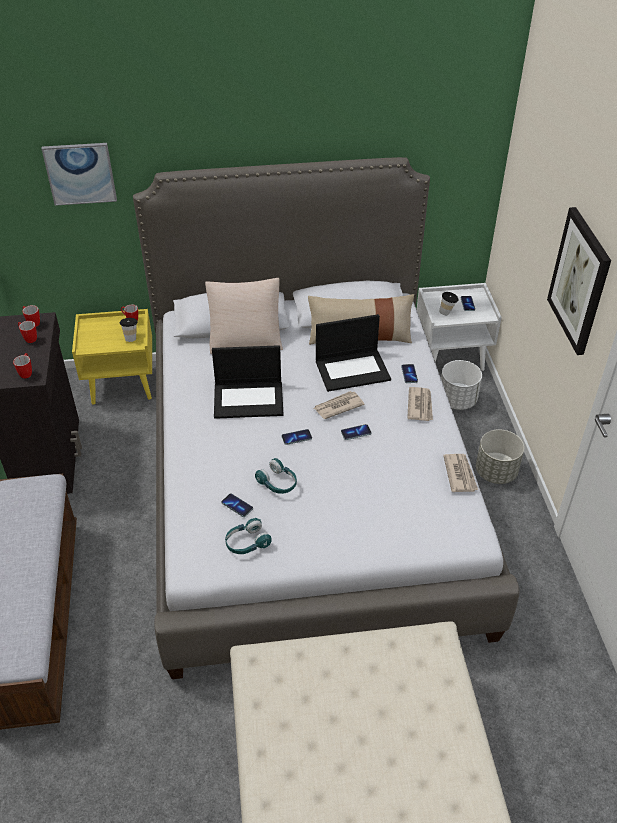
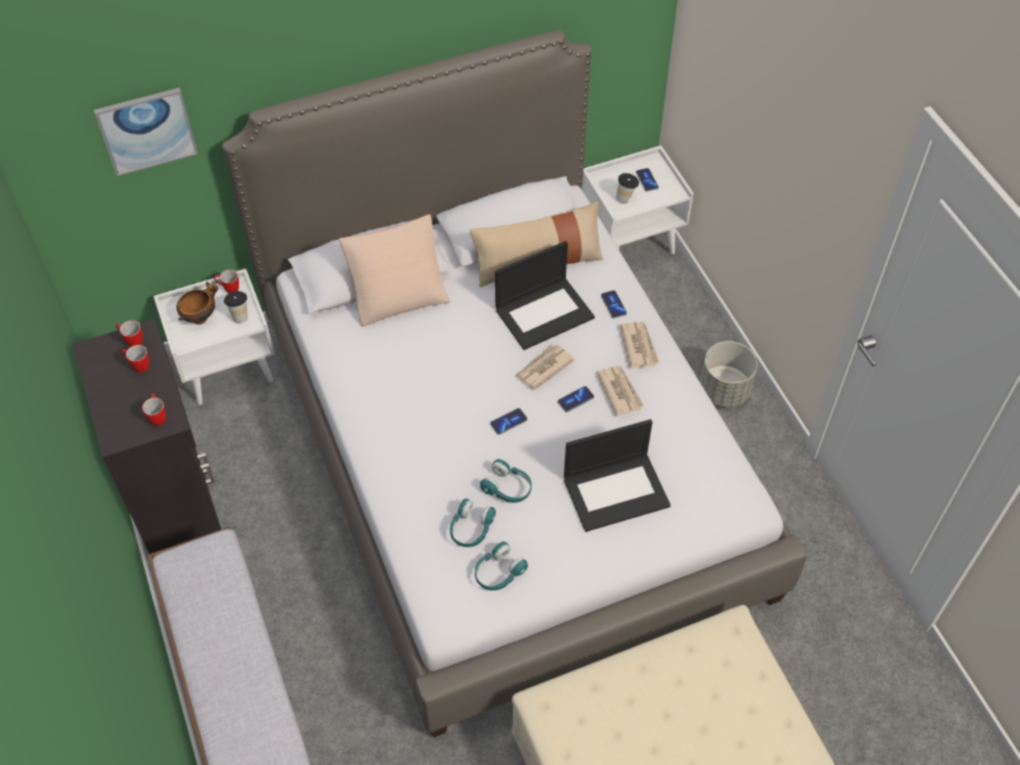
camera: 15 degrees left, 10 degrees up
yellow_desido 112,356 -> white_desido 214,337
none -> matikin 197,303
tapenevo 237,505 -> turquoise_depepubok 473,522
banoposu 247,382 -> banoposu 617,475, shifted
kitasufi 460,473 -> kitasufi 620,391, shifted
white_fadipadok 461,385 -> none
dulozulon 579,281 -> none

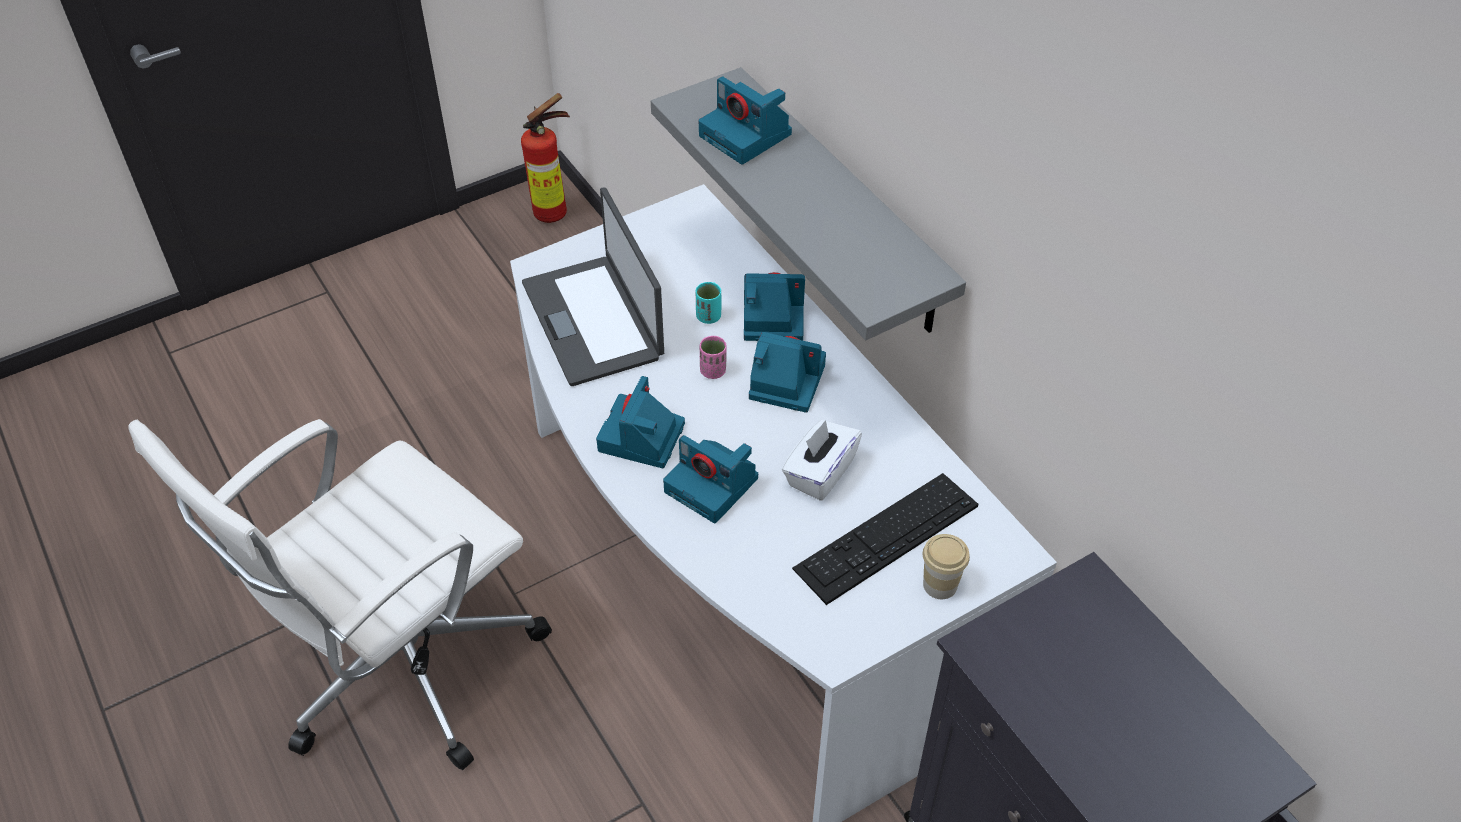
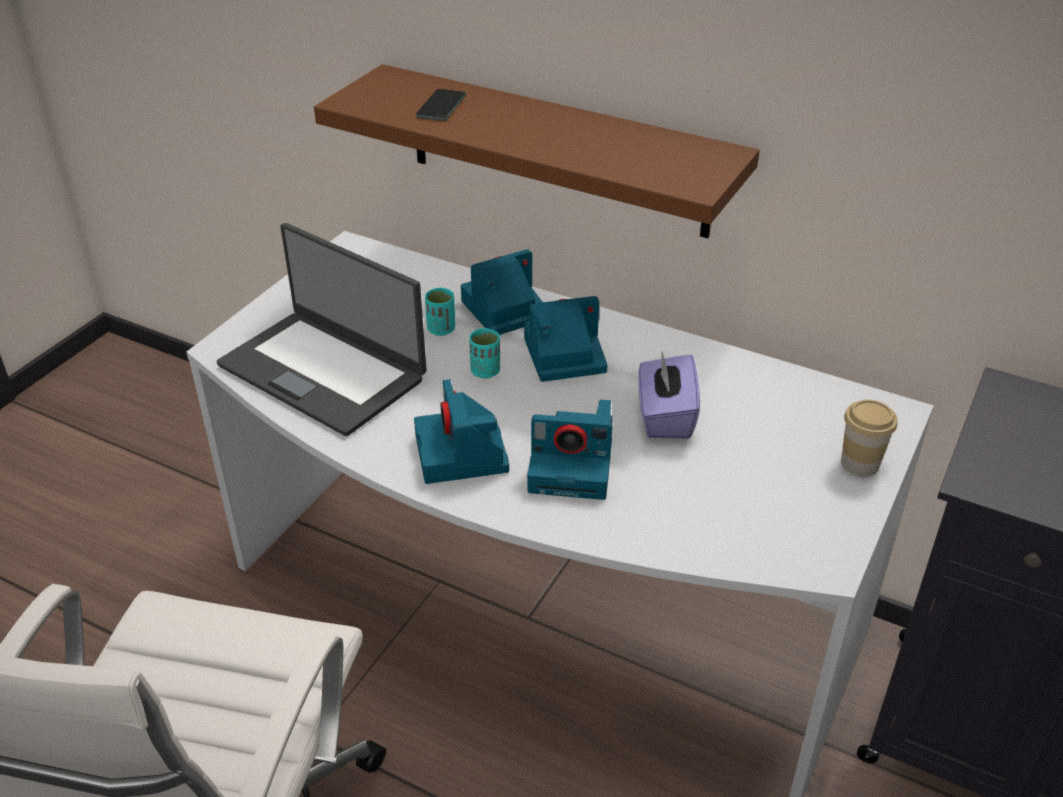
camera: 30 degrees left, 10 degrees down
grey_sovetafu 808,203 -> brown_sovetafu 537,151
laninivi 745,120 -> tapenevo 441,105
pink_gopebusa 713,357 -> turquoise_gopebusa 484,353
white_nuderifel 822,460 -> purple_nuderifel 669,395
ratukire 545,158 -> none
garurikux 885,539 -> none

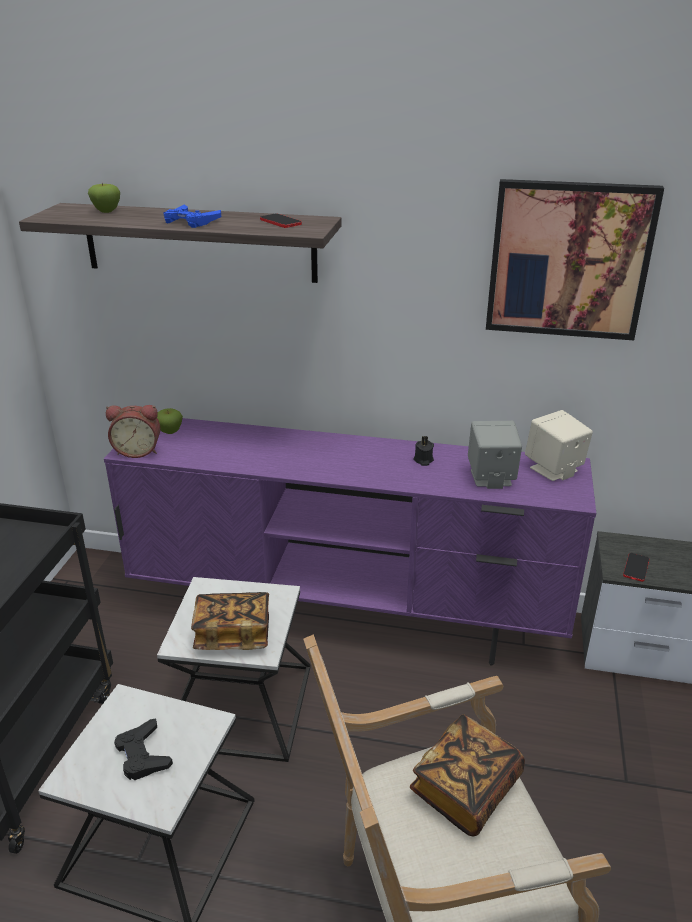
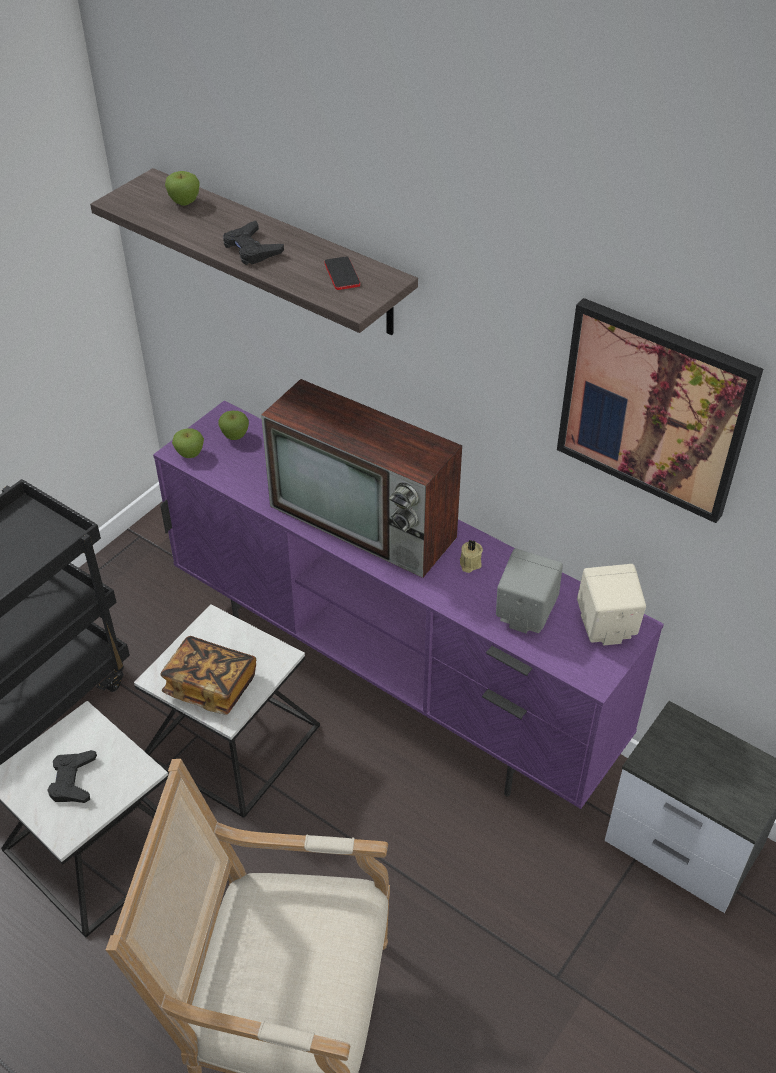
camera: 25 degrees right, 15 degrees up
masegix 133,431 -> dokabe 188,443
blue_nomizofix 192,216 -> black_nomizofix 253,243
none -> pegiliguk 361,478
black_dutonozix 423,451 -> beige_dutonozix 471,556
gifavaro 467,775 -> none
tapenevo 636,567 -> none

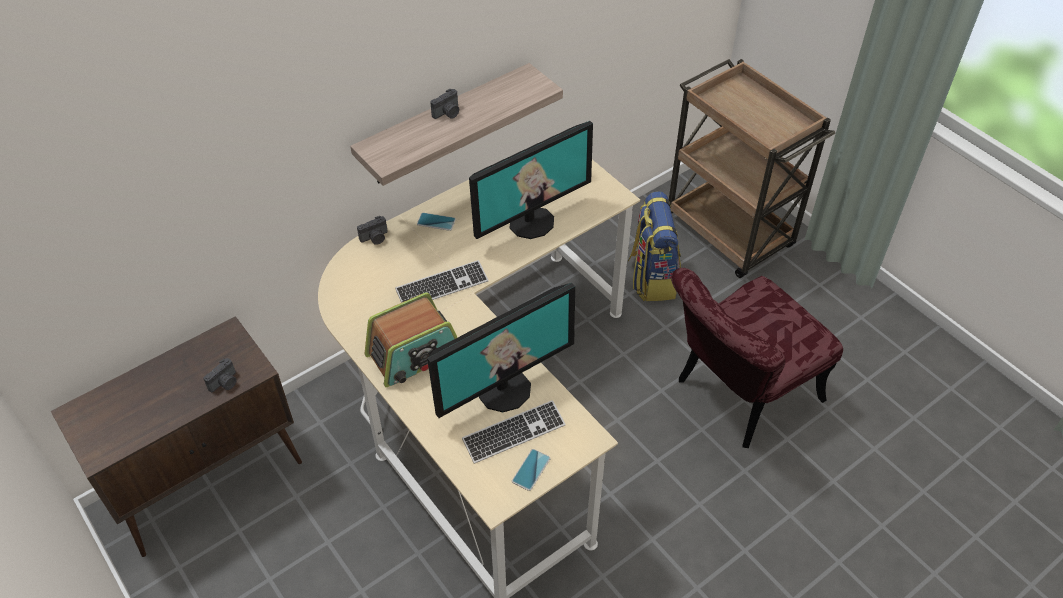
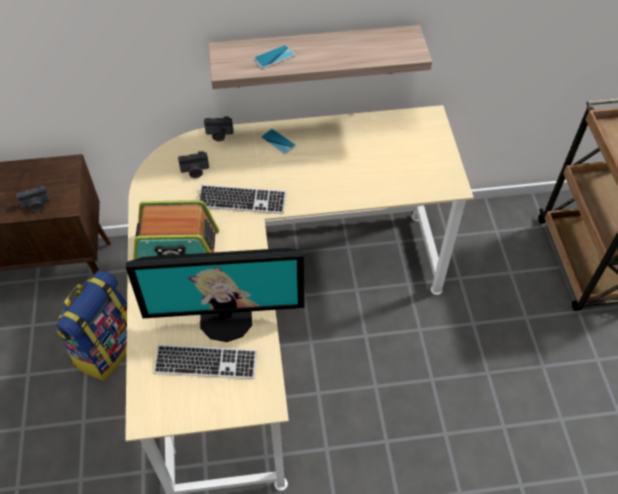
camera: 30 degrees right, 5 degrees up
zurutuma 654,246 -> zurutuma 91,325, shifted
laninivi 444,103 -> laninivi 193,164, shifted
tapenevo 531,470 -> tapenevo 274,57, shifted
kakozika 531,180 -> none
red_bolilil 757,358 -> none

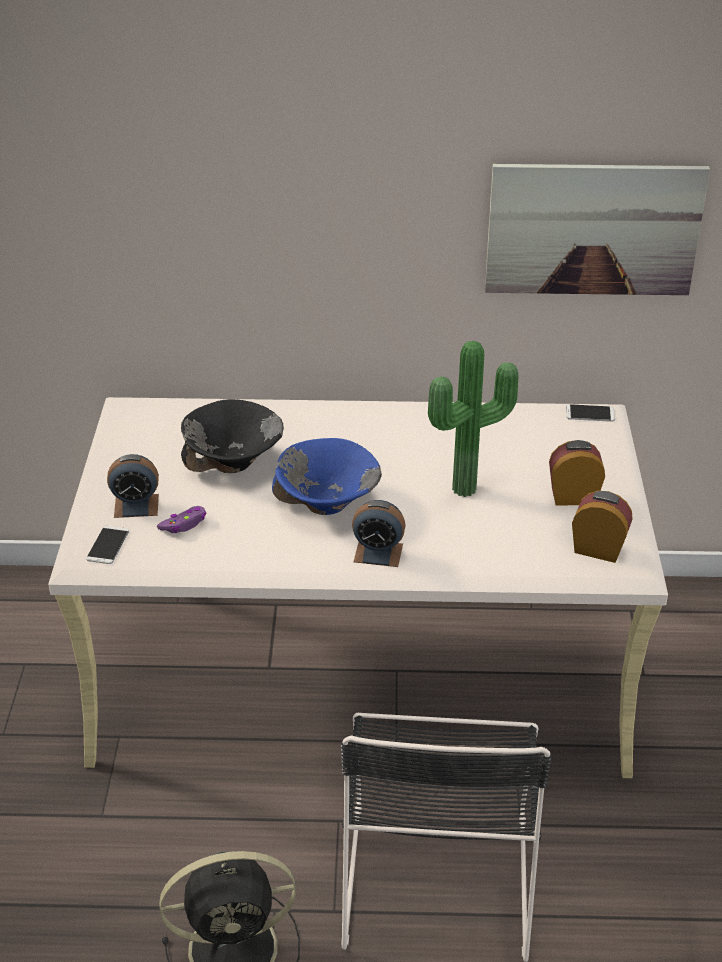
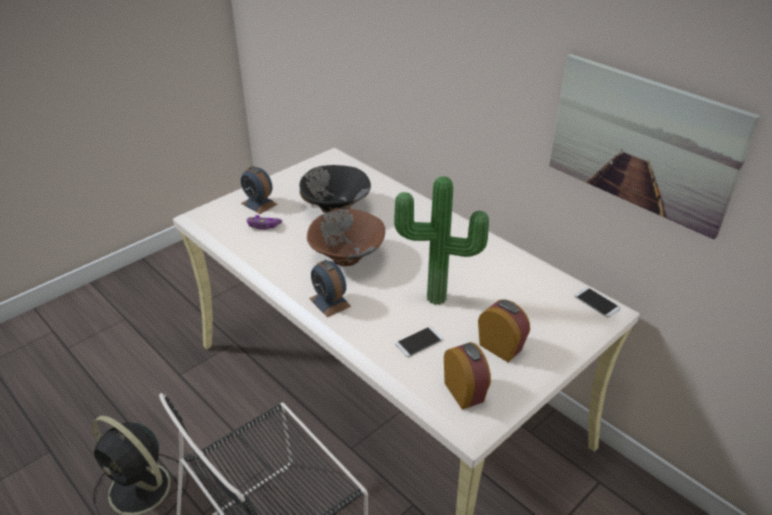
camera: 45 degrees right, 0 degrees up
blue_matikin 327,476 -> brown_matikin 346,237
tapenevo 107,545 -> tapenevo 419,342, shifted

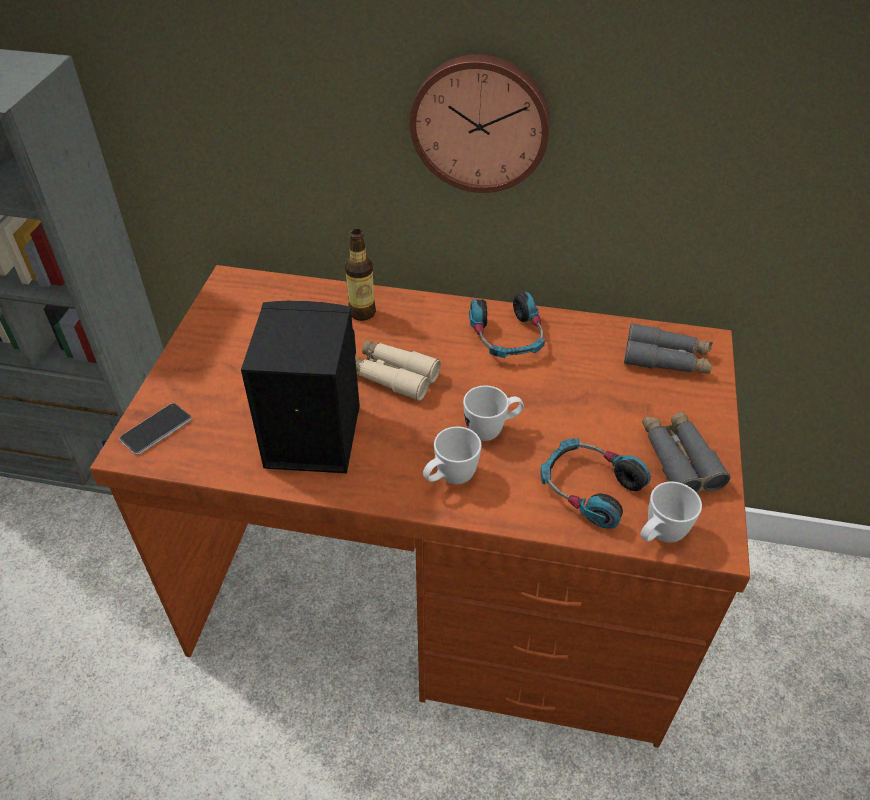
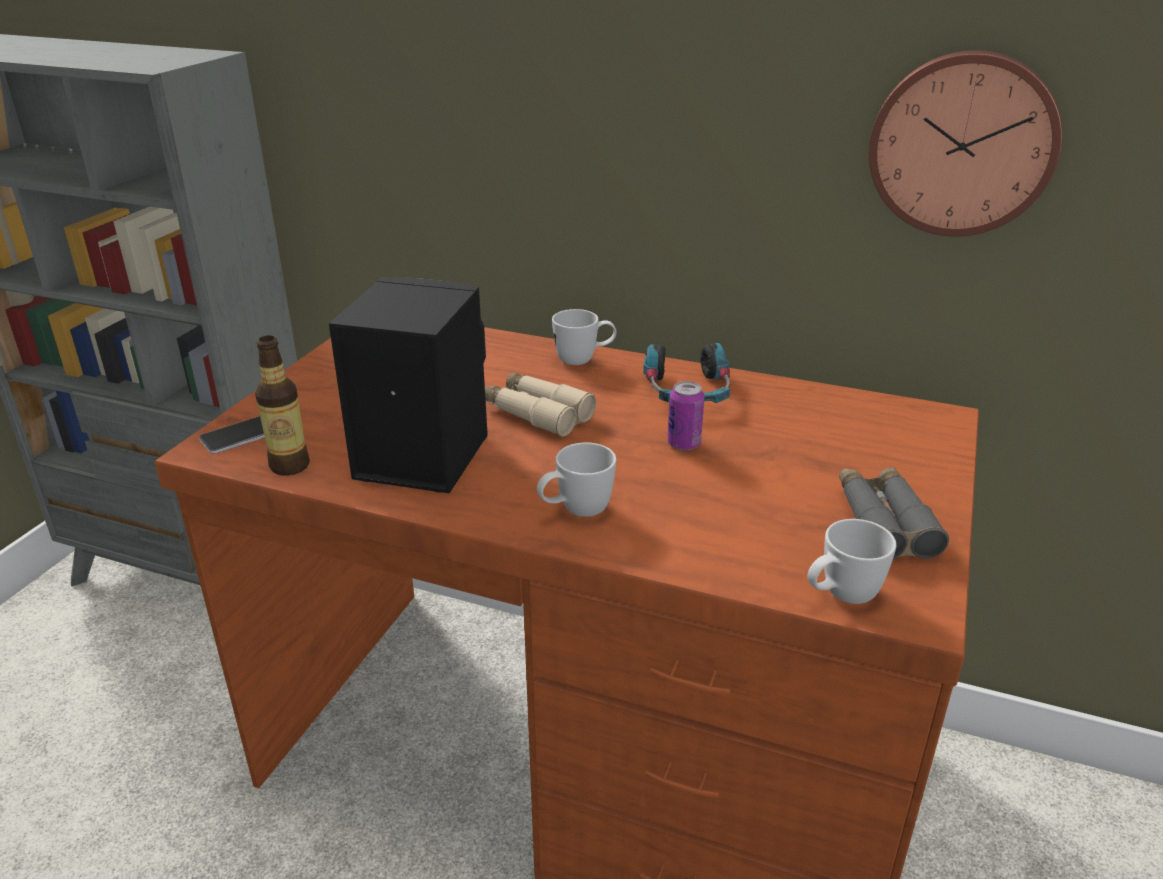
camera: 10 degrees right, 15 degrees down
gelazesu 360,275 -> gelazesu 282,405, shifted
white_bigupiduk 493,413 -> white_bigupiduk 584,337, shifted
none -> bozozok 685,415
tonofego 480,123 -> tonofego 965,143, shifted
depepubok 596,483 -> none
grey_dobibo 668,348 -> none

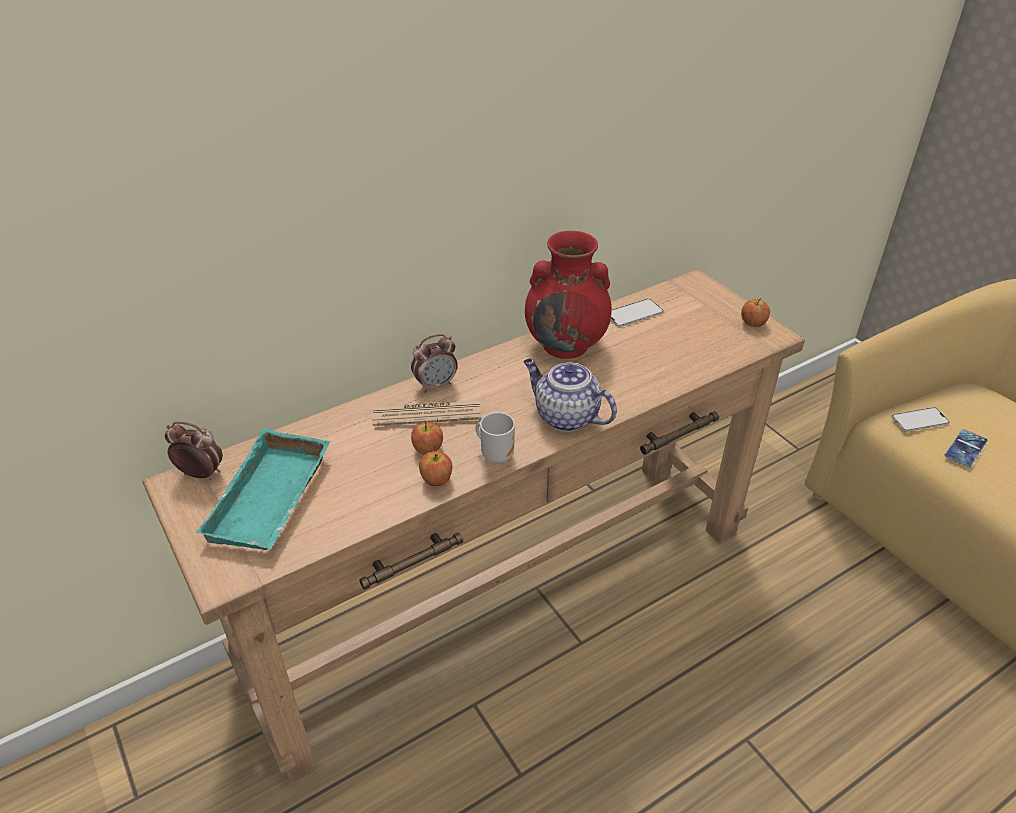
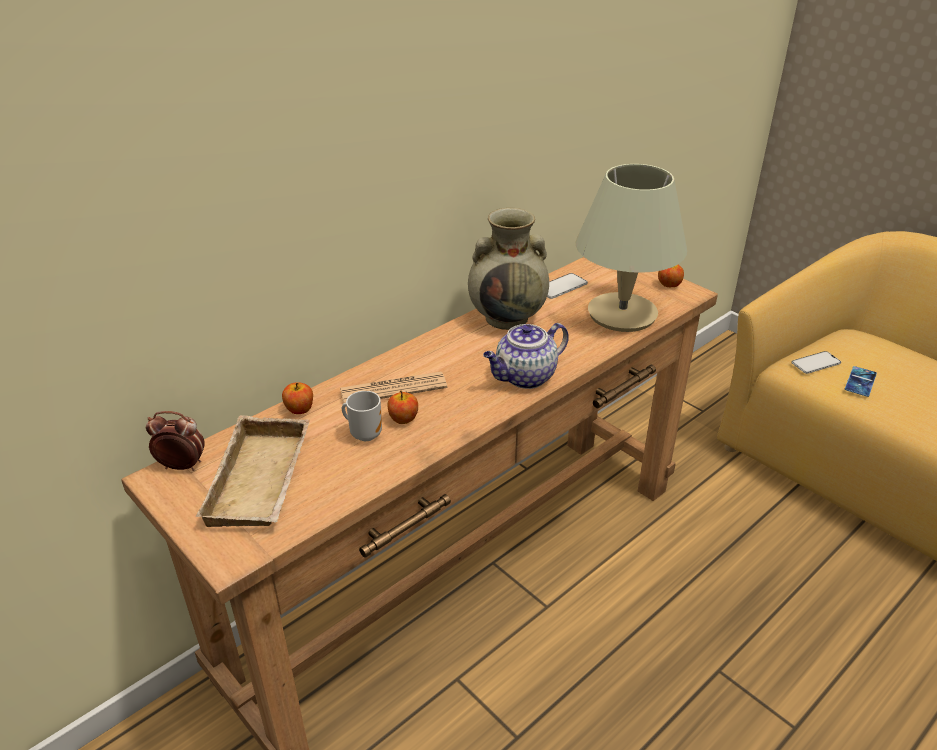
camera: 10 degrees left, 5 degrees down
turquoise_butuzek 263,489 -> beige_butuzek 253,471
dokabe 435,468 -> dokabe 297,398, shifted
bigupiduk 495,437 -> bigupiduk 362,416, shifted
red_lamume 568,295 -> beige_lamume 508,269
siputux 570,395 -> siputux 526,356, 60 degrees counterclockwise
none -> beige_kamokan 631,248
masegix 434,363 -> none

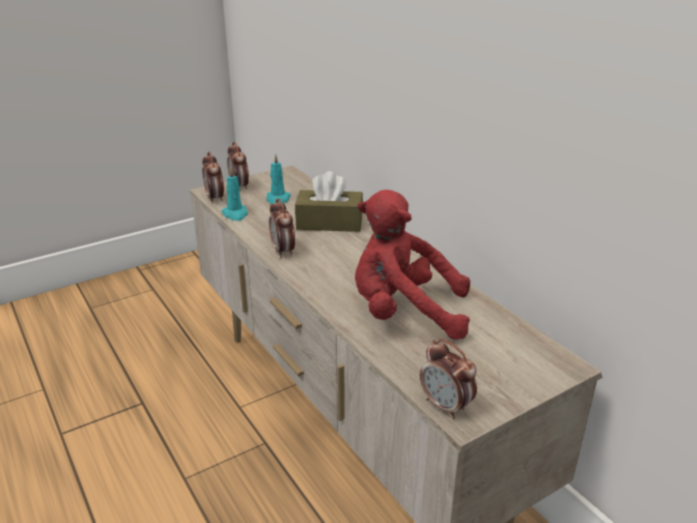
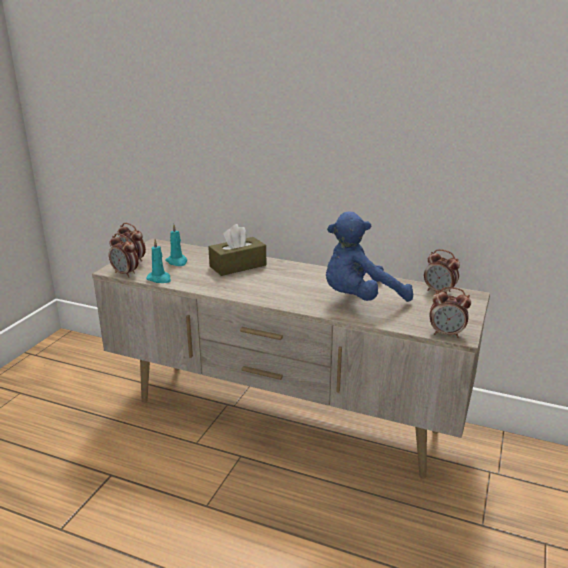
camera: 35 degrees left, 5 degrees down
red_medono 412,265 -> blue_medono 369,256
masegix 282,228 -> masegix 442,272, shifted

